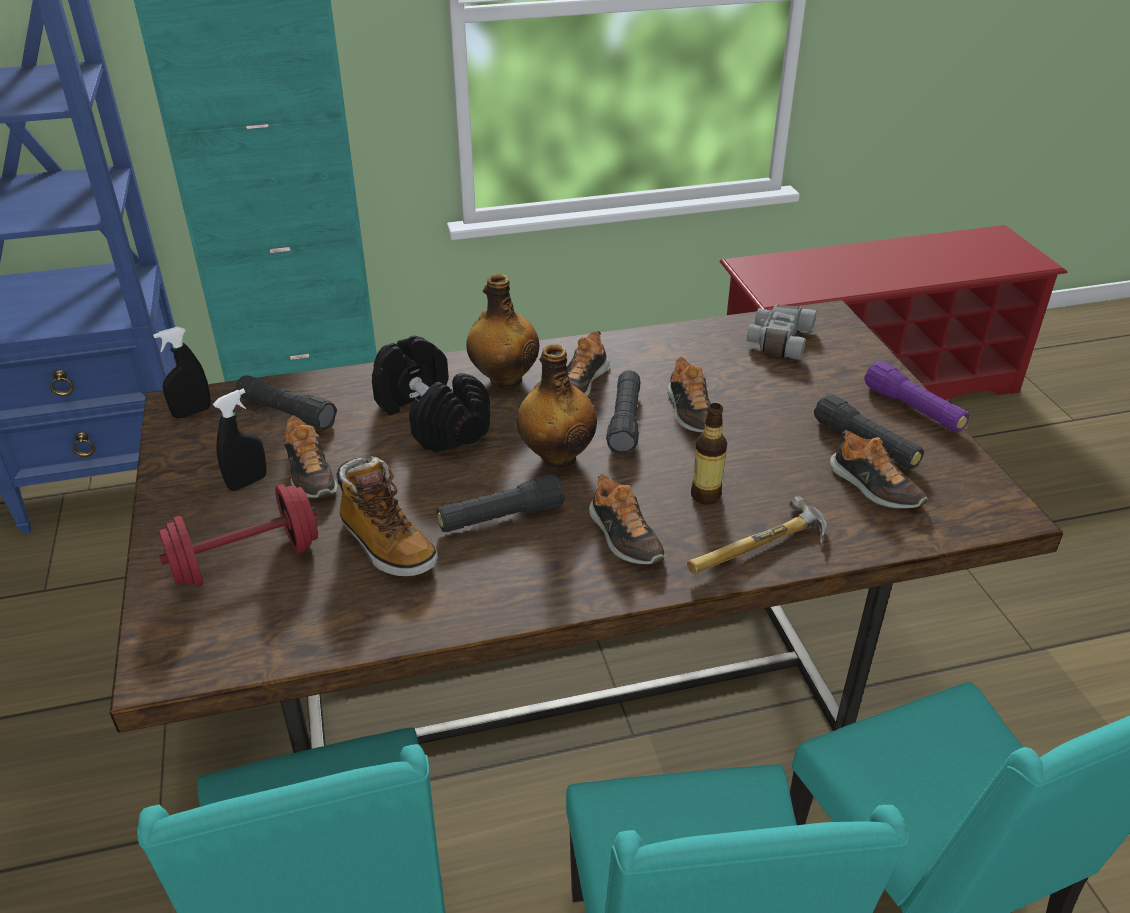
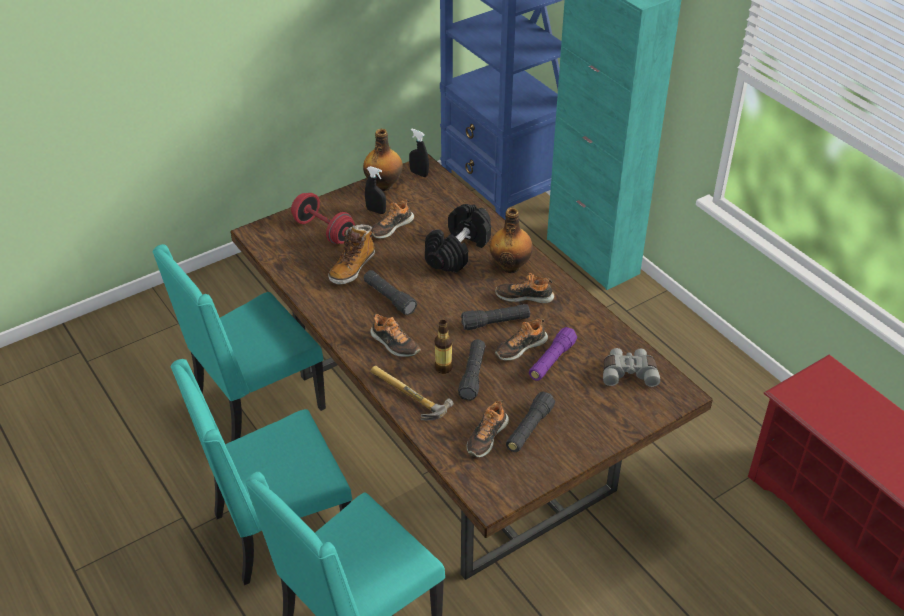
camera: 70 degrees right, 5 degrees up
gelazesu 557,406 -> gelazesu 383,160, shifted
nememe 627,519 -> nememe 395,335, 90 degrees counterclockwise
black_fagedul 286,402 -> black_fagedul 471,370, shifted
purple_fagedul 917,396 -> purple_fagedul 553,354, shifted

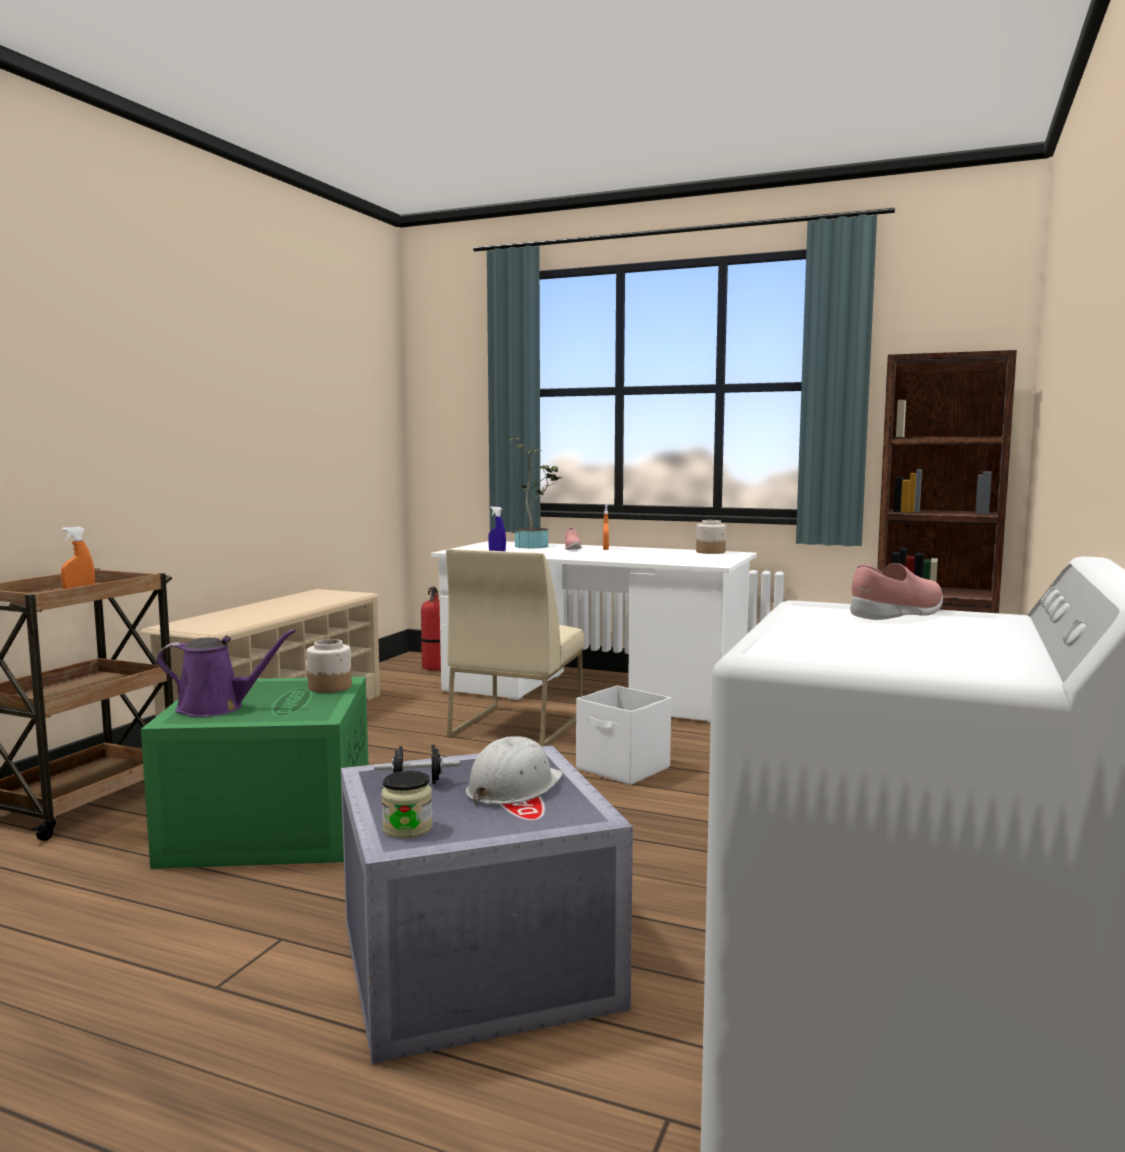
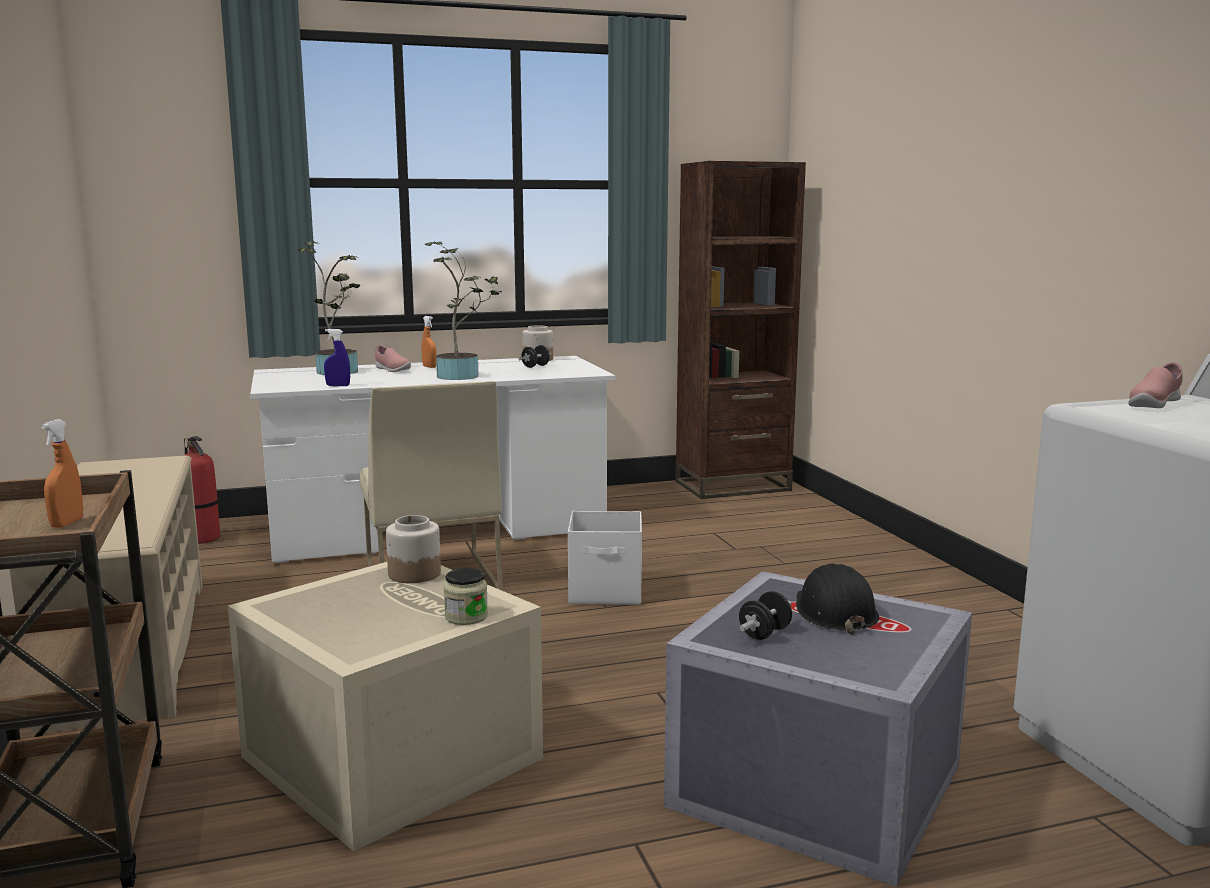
camera: 40 degrees left, 5 degrees up
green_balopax 254,773 -> beige_balopax 385,706
none -> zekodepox 463,310
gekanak 407,804 -> gekanak 466,596, shifted
none -> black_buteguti 534,356
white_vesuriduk 514,770 -> black_vesuriduk 837,599
pink_nememe 896,591 -> pink_nememe 1155,385, 150 degrees counterclockwise
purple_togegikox 226,673 -> none

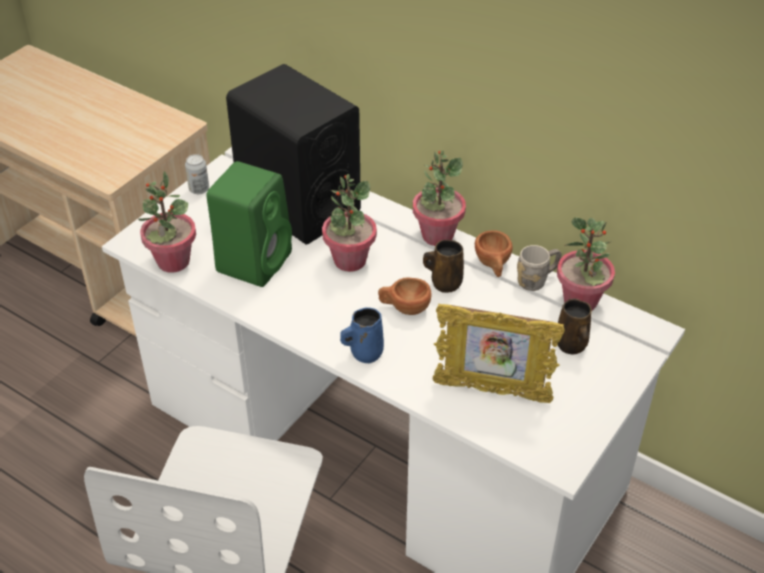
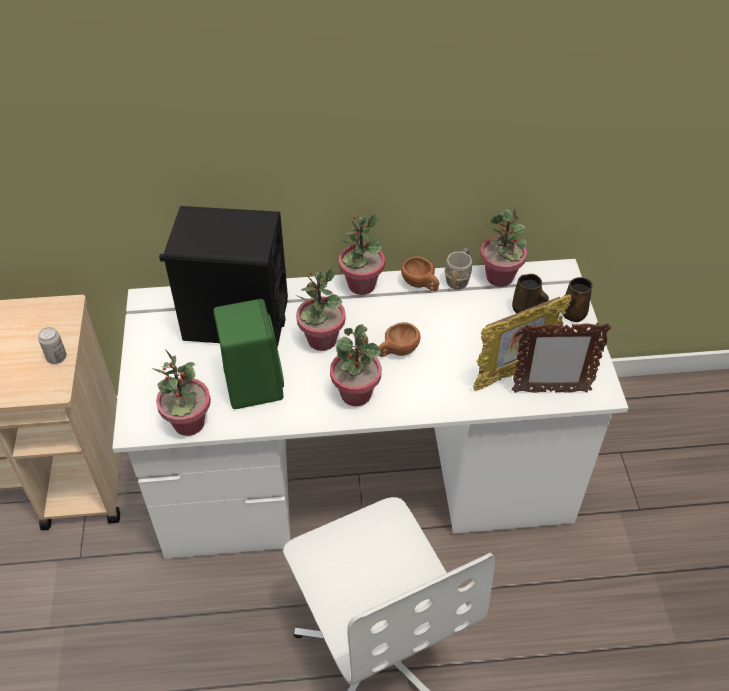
camera: 40 degrees left, 5 degrees up
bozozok 197,174 -> bozozok 52,345, shifted
none -> zekodepox 356,365
none -> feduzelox 561,358
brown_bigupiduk 443,266 -> brown_bigupiduk 578,299, shifted
blue_bigupiduk 362,335 -> none

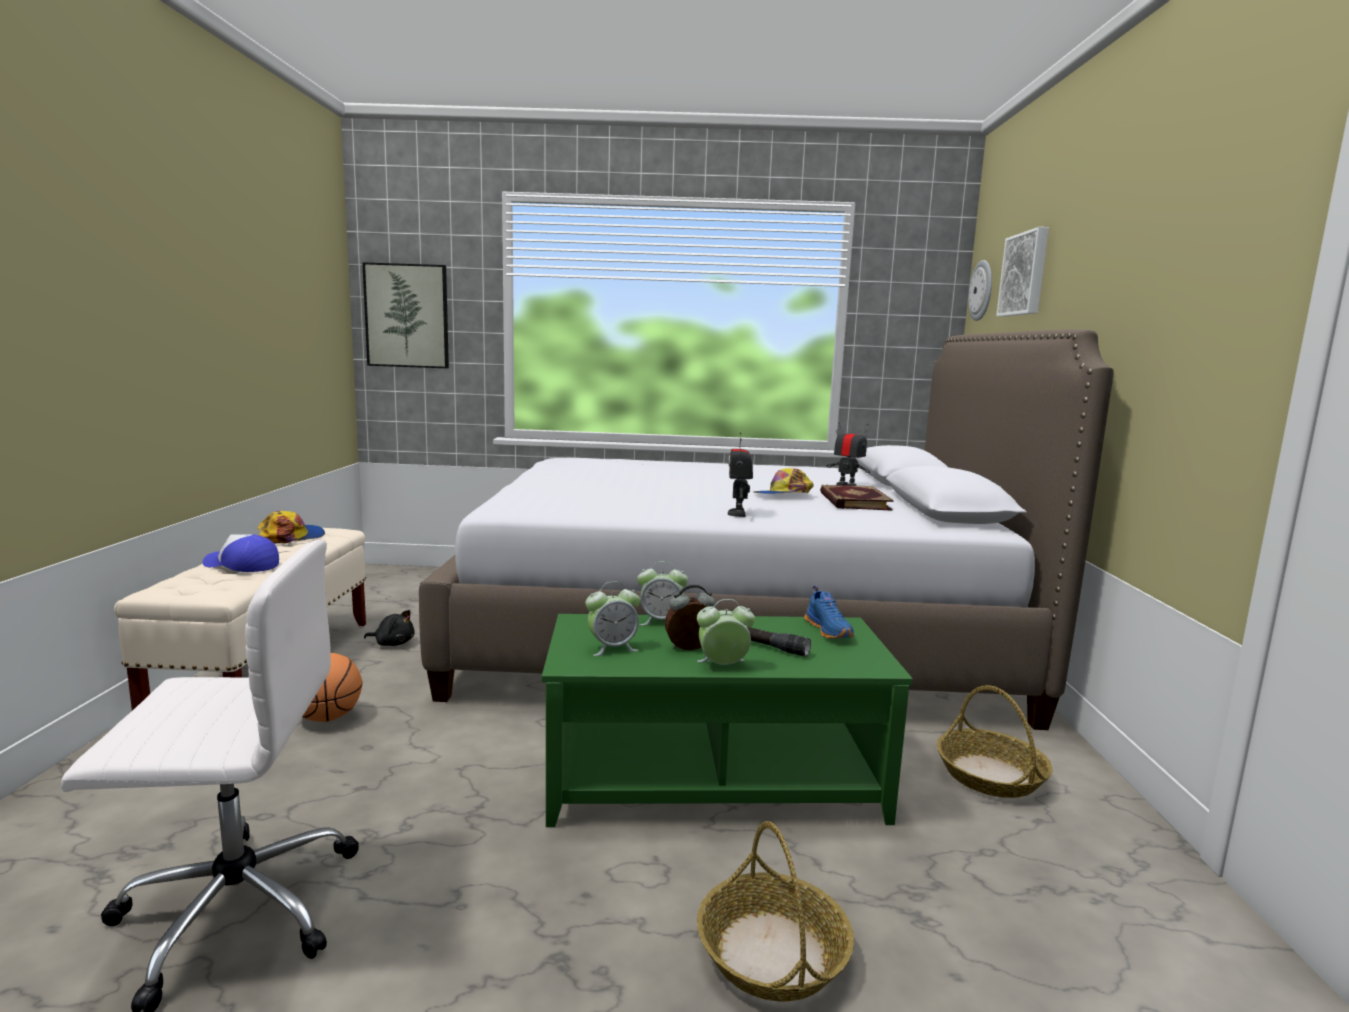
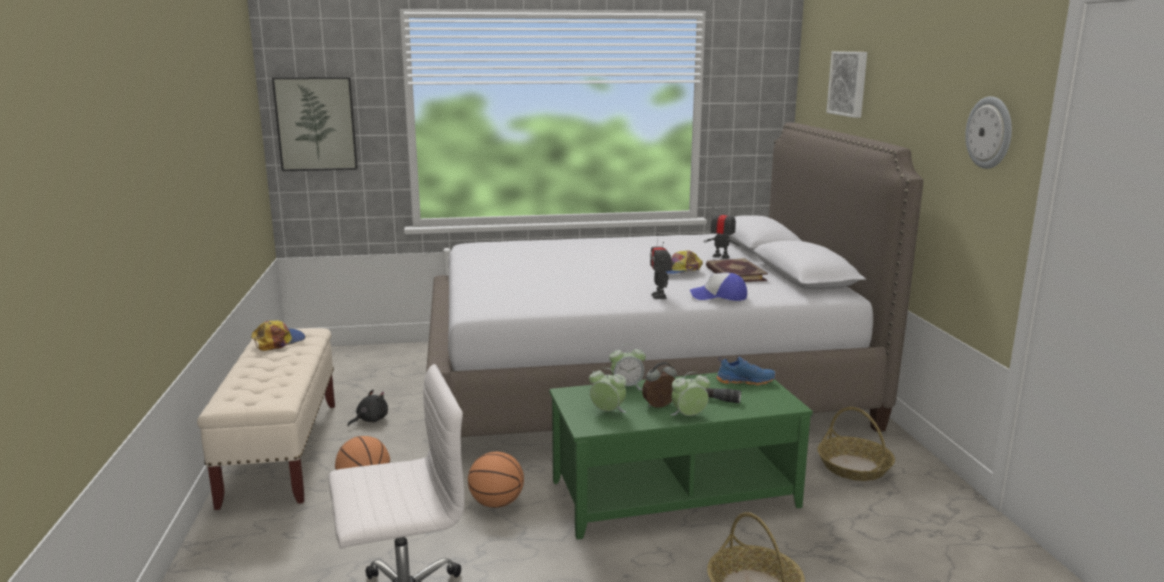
camera: 10 degrees left, 5 degrees up
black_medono 389,628 -> black_medono 367,408, 45 degrees counterclockwise
none -> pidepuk 496,480
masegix 612,619 -> masegix 607,390, 120 degrees counterclockwise
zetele 241,553 -> zetele 718,287, shifted
blue_nememe 829,612 -> blue_nememe 746,371, 60 degrees counterclockwise
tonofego 980,290 -> tonofego 988,132, shifted

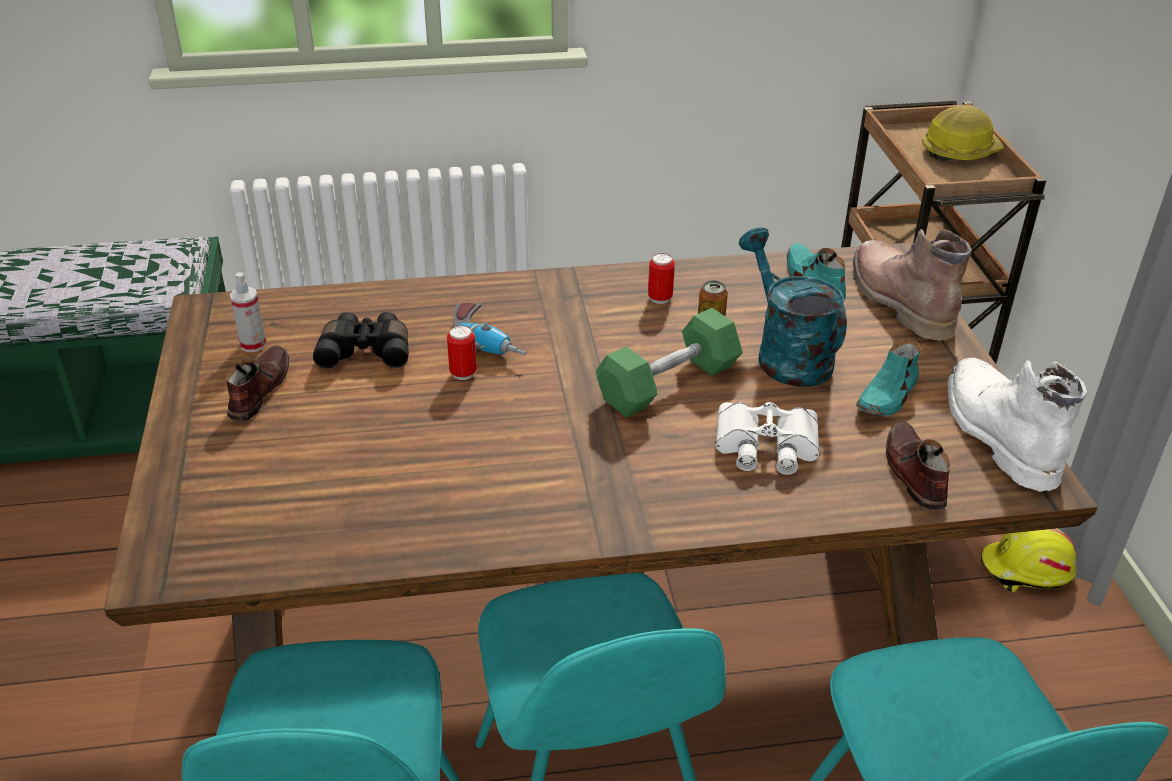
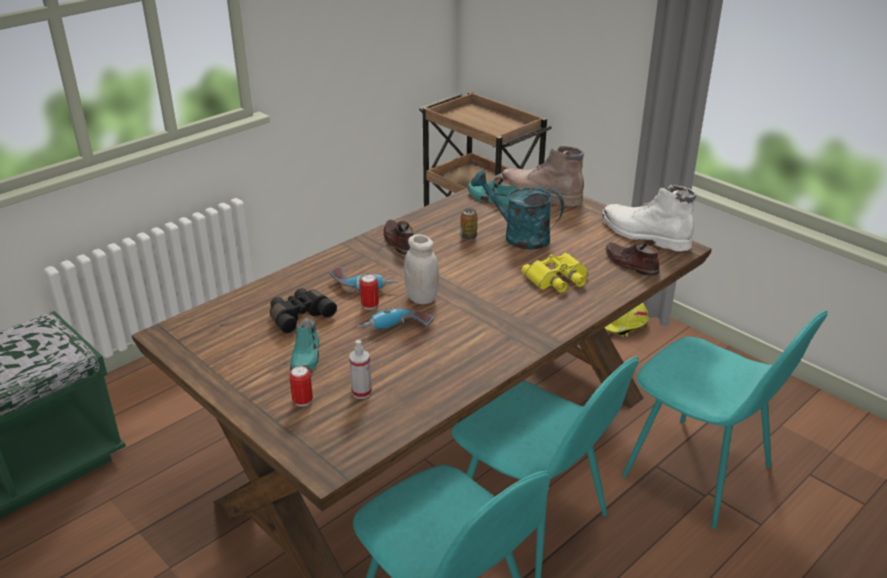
camera: 35 degrees left, 5 degrees down
bozozok 661,278 -> bozozok 301,386, shifted
turquoise_nememe 888,377 -> turquoise_nememe 304,342, shifted
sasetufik 248,312 -> sasetufik 360,369, shifted
none -> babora 395,318
brown_nememe 257,383 -> brown_nememe 398,237, shifted
none -> white_gekanak 421,269
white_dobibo 767,438 -> yellow_dobibo 554,272
green_buteguti 669,363 -> none
vesuriduk 966,133 -> none

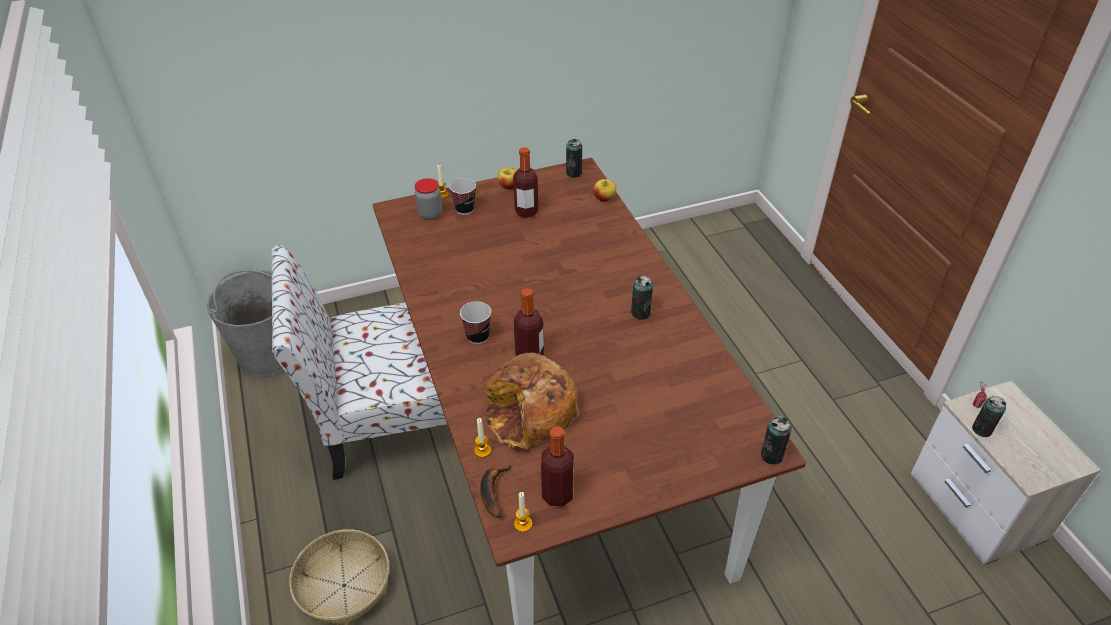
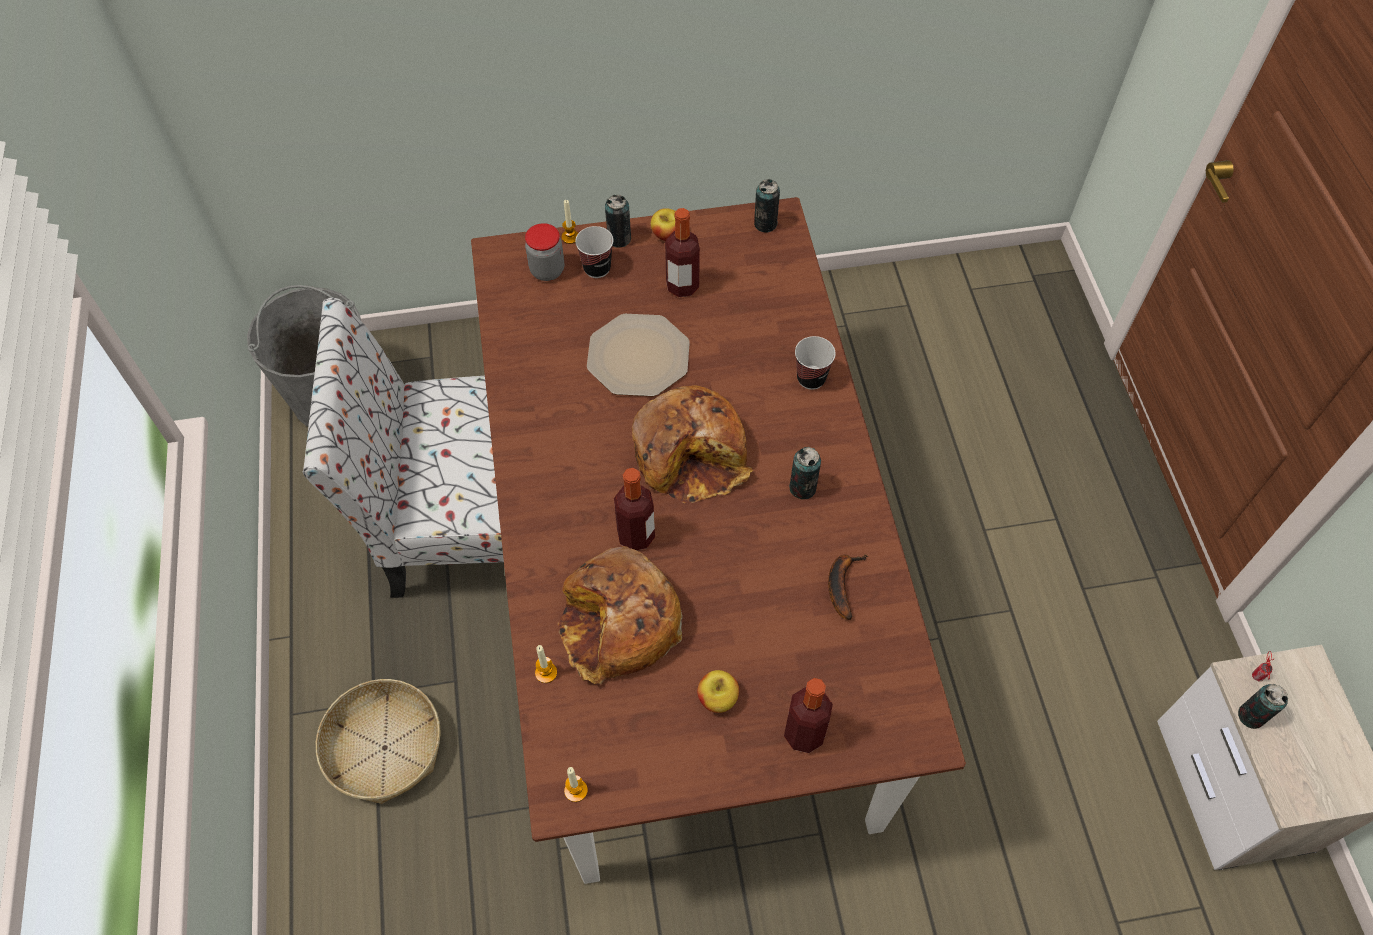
camera: 10 degrees right, 15 degrees up
none -> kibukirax 638,355
bozozok 776,440 -> bozozok 618,221, shifted
none -> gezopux 692,444
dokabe 604,190 -> dokabe 718,691, shifted
gelazesu 557,466 -> gelazesu 808,715, shifted
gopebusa 475,322 -> gopebusa 815,363, shifted
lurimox 496,491 -> lurimox 848,587, shifted

